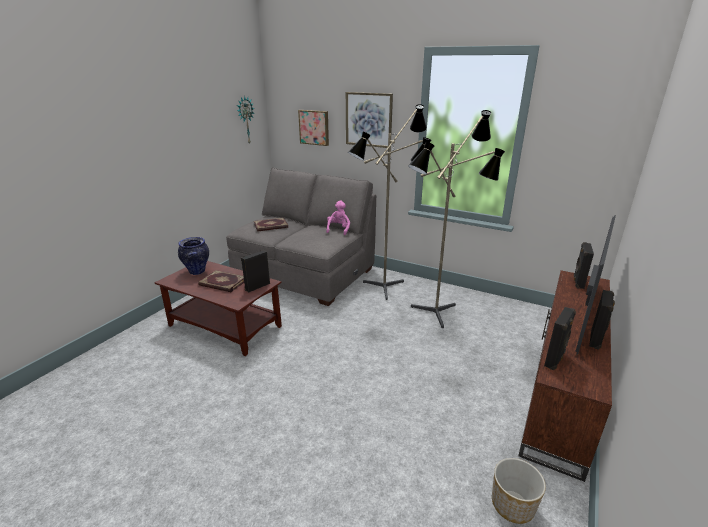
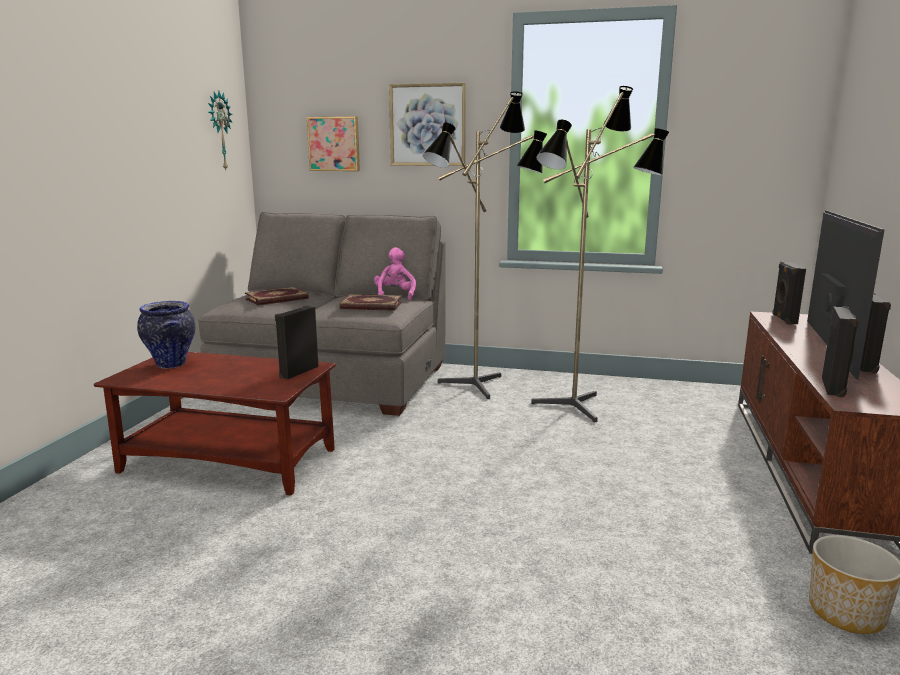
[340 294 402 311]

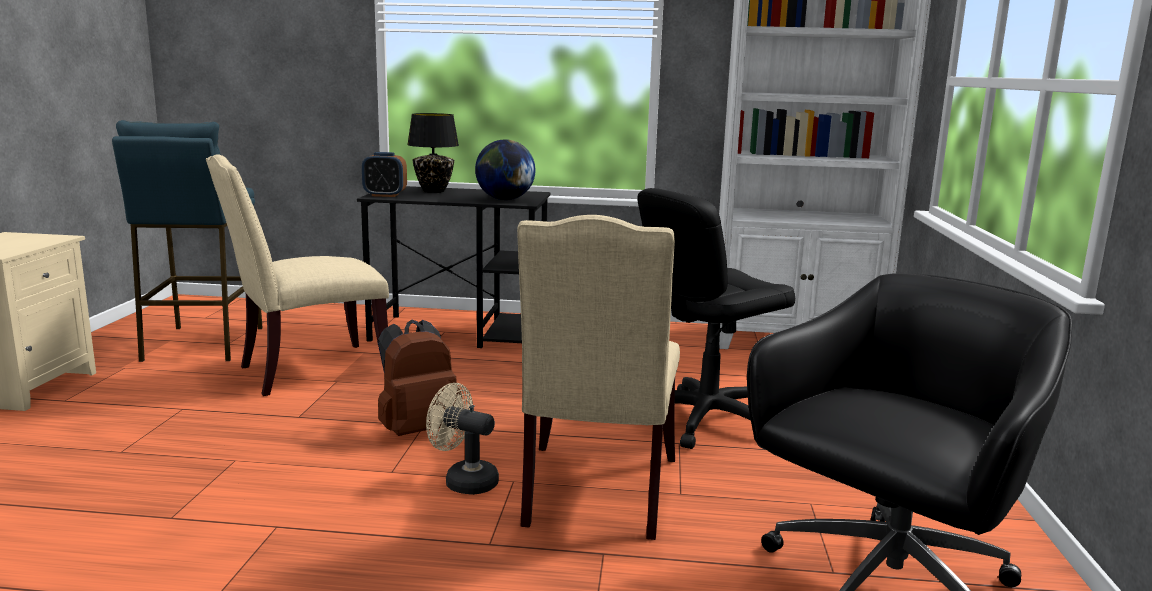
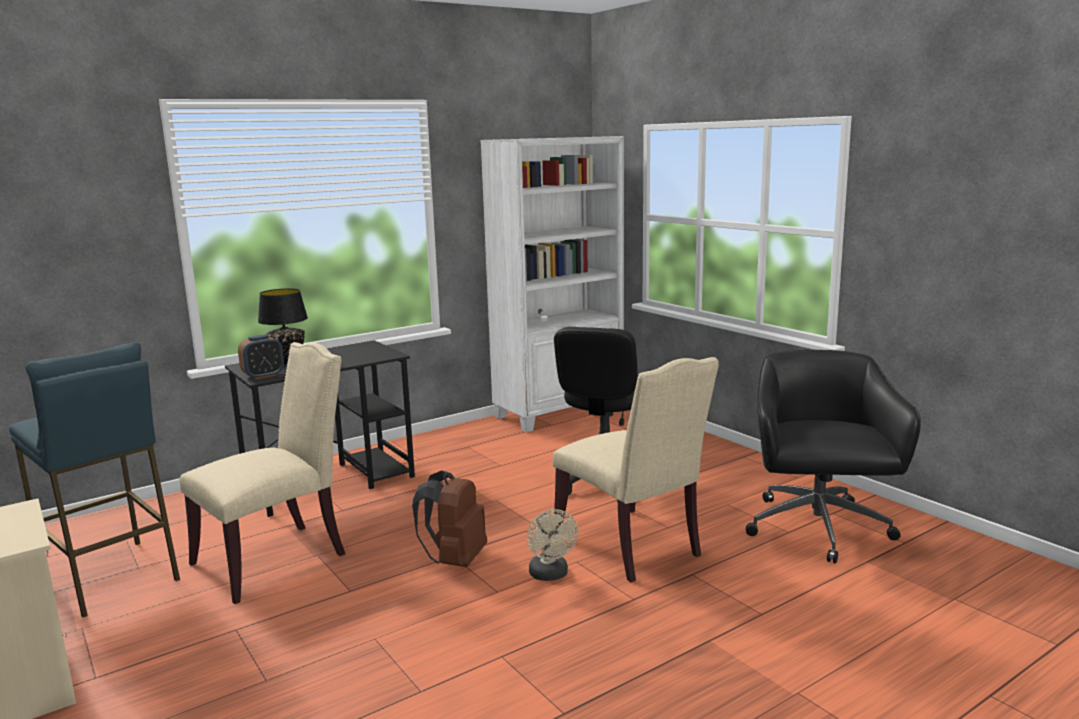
[475 139 535 200] (first image)
[180 342 345 604]
[527 509 578 581]

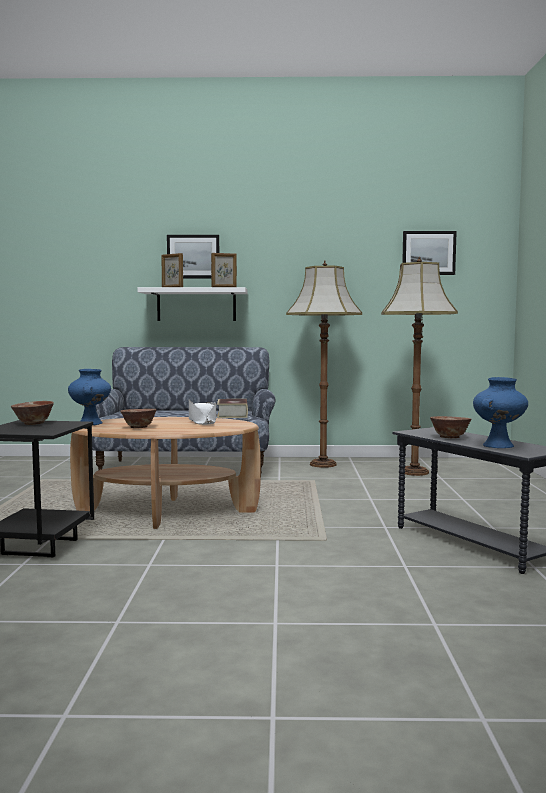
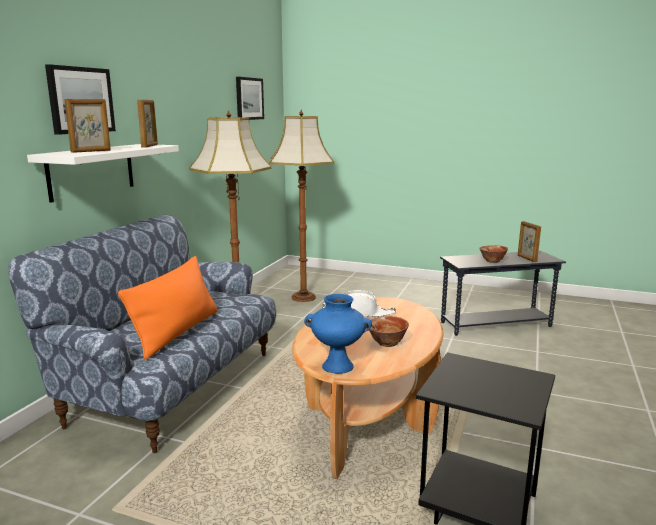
[518 221 541 262]
[217 399 248 418] (first image)
[11 401 54 425] (first image)
[118 256 217 360]

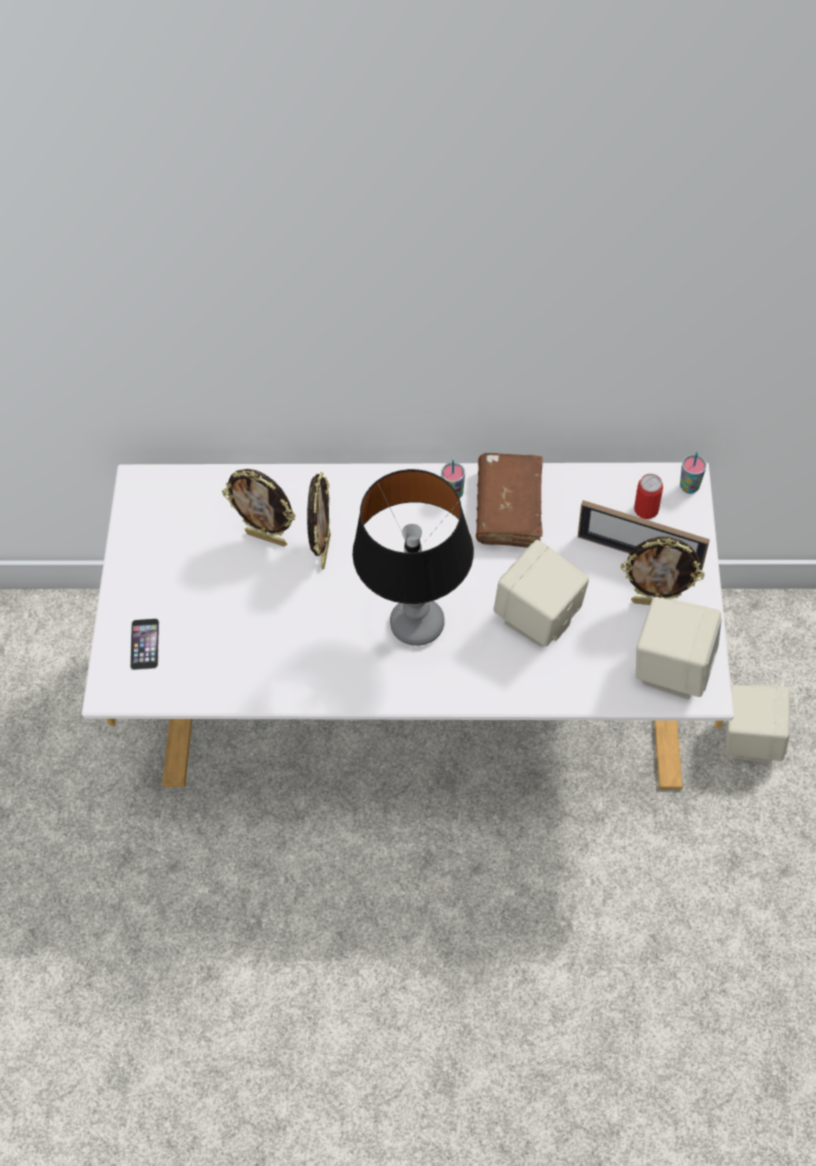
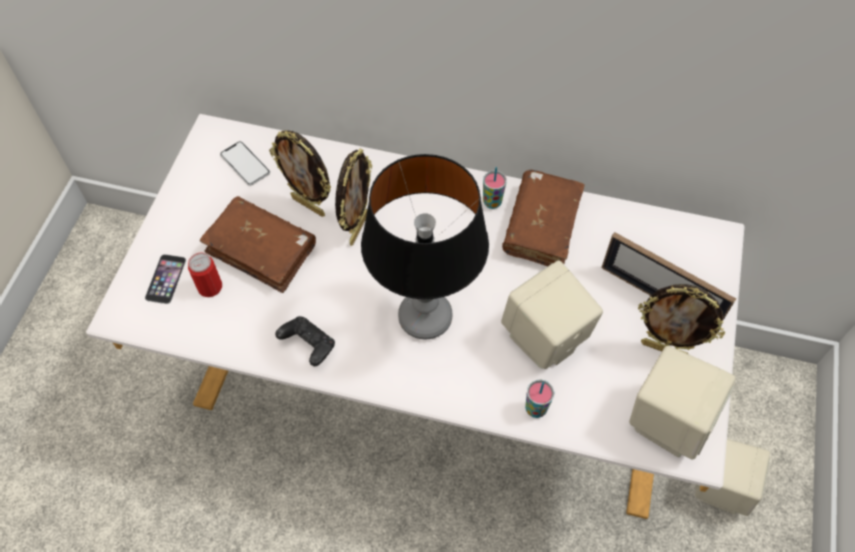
[525 380 554 418]
[188 253 222 297]
[220 141 270 186]
[200 196 316 293]
[275 316 335 366]

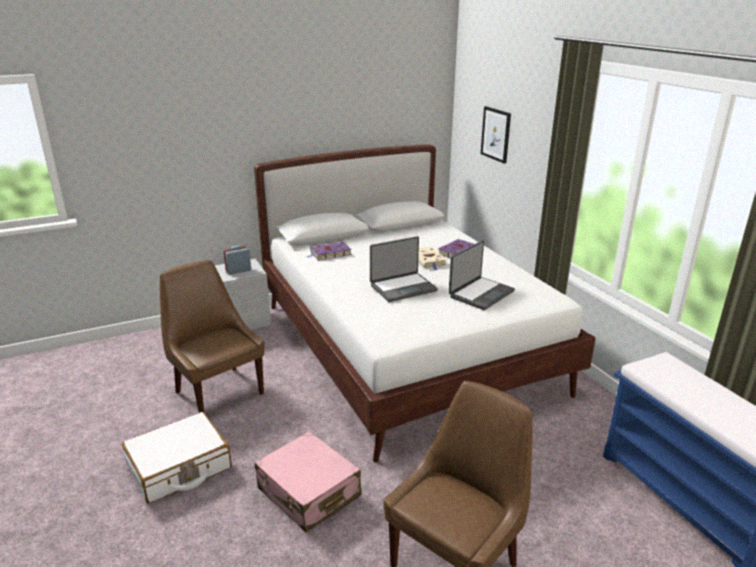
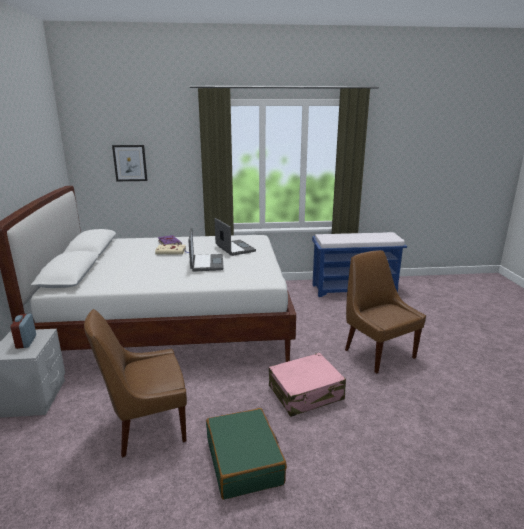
[306 242 351 260] (first image)
[206 408 287 500]

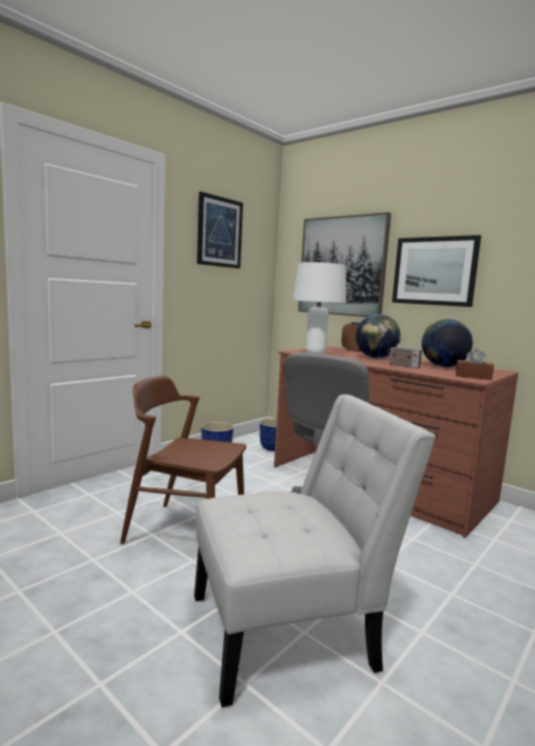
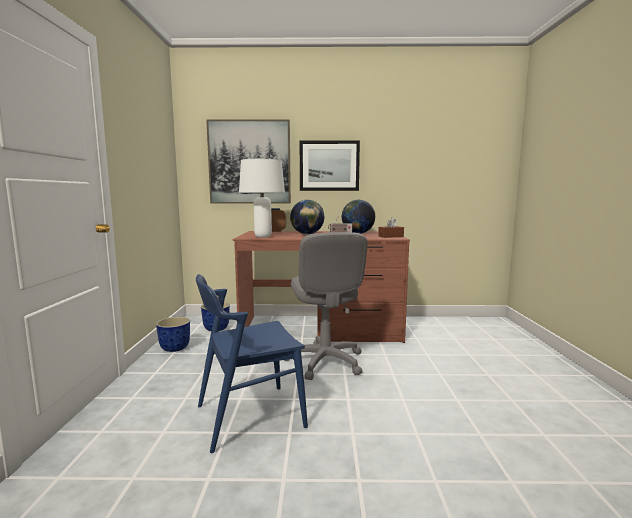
[197 192 243 269] (first image)
[196 274 308 453]
[194 394 436 707] (first image)

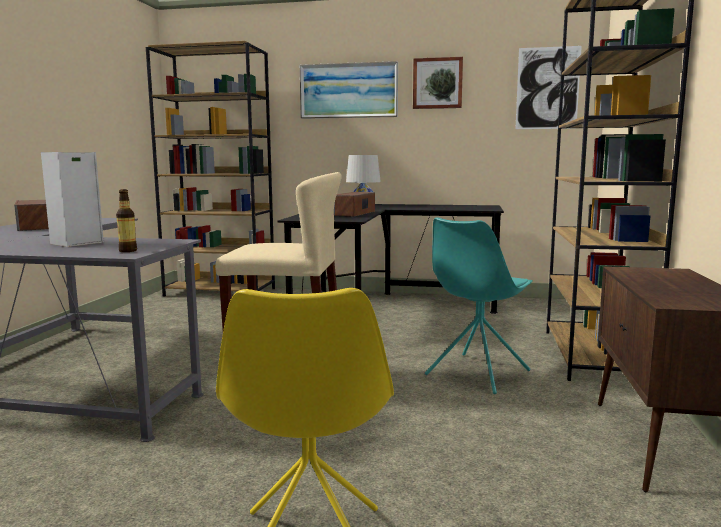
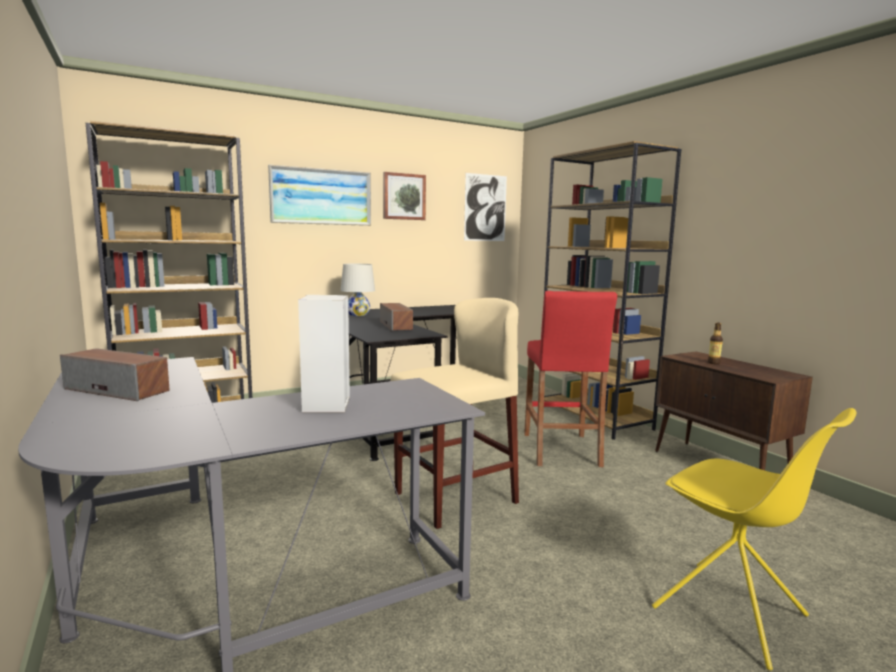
[708 323 723 364]
[524 291 617 467]

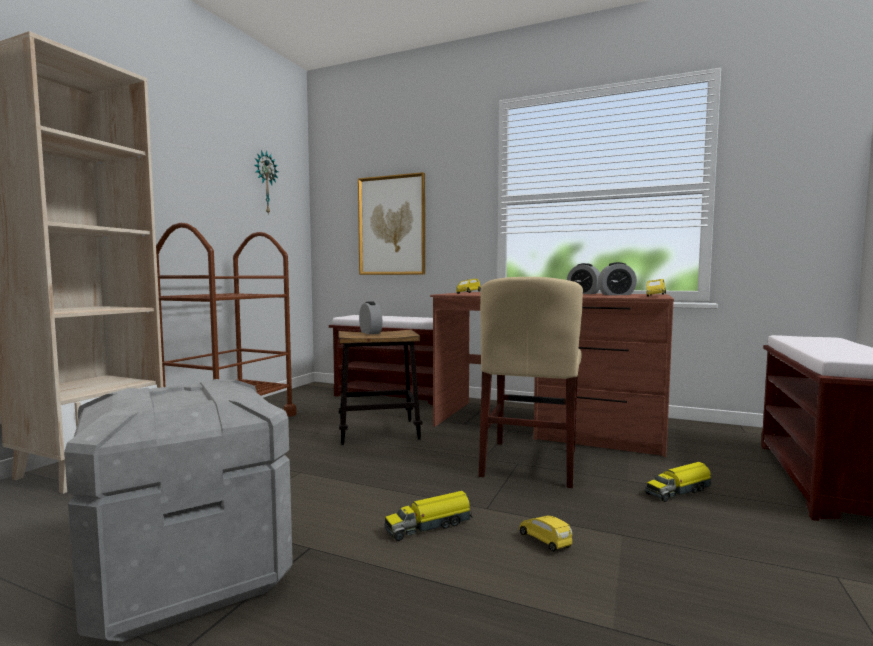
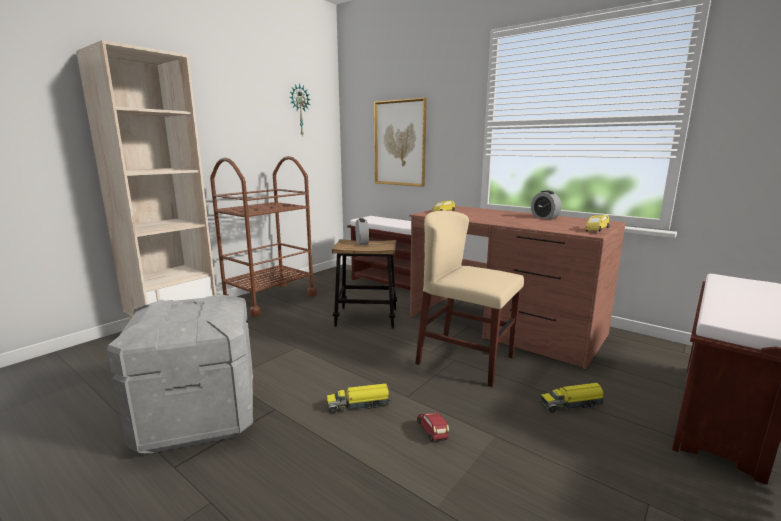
[598 262 637 295] (first image)
[415 211 524 387]
[417 413 449 442]

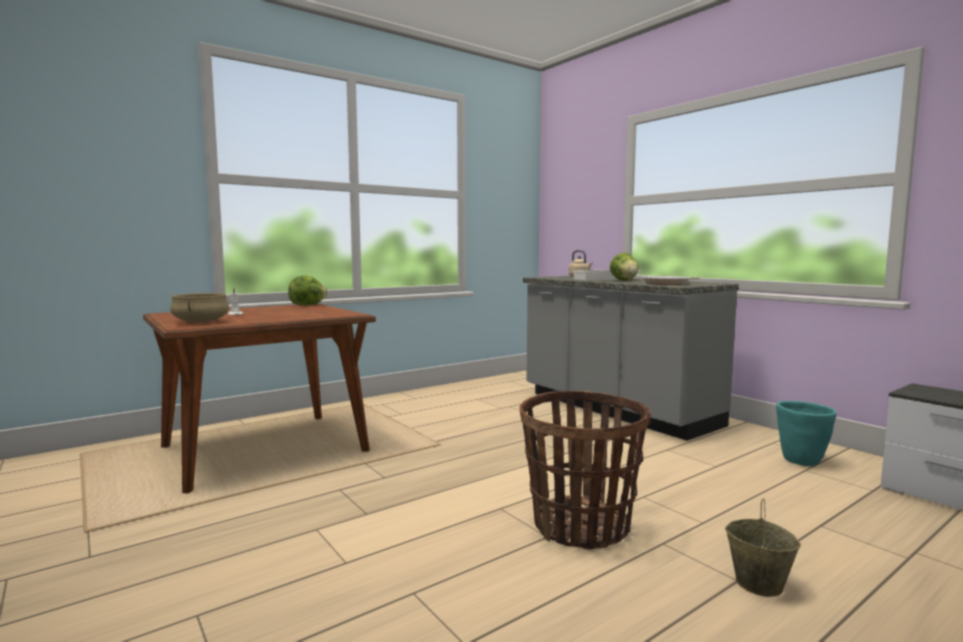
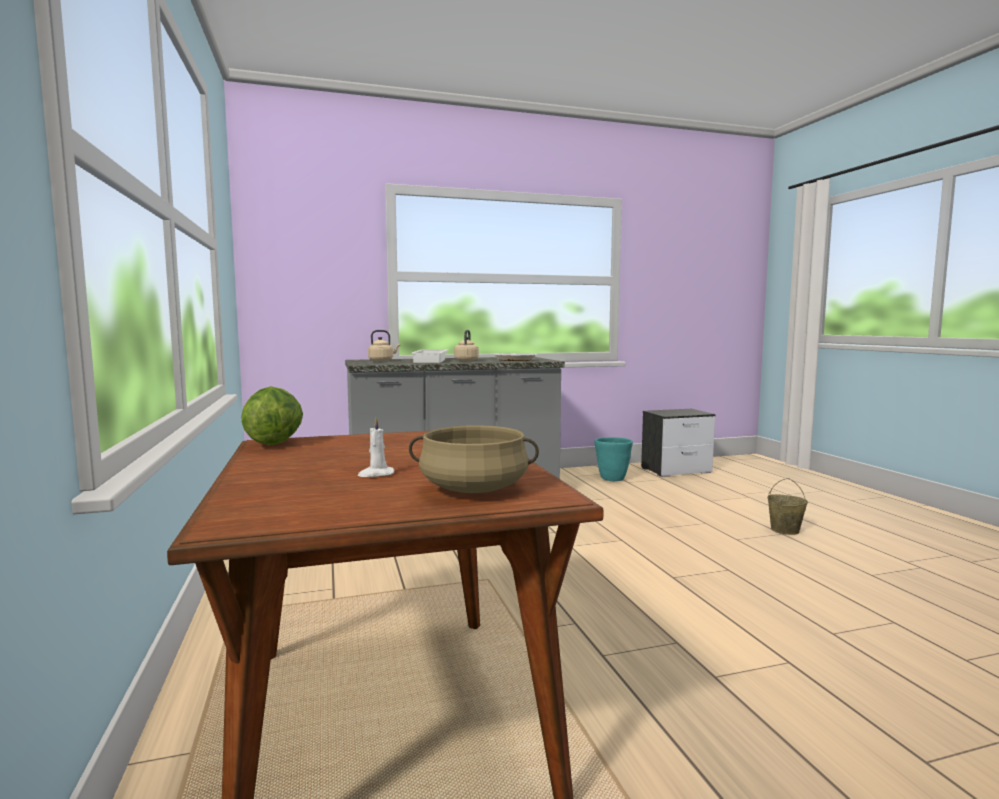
[454 330 479 361]
[520 391 651 549] (first image)

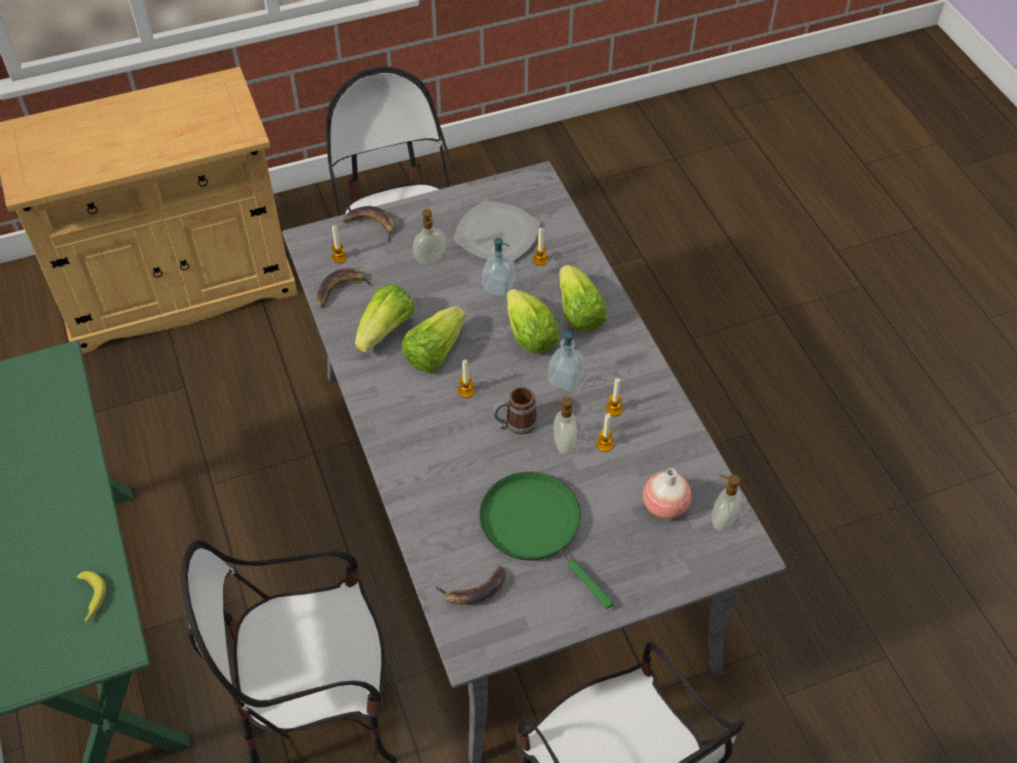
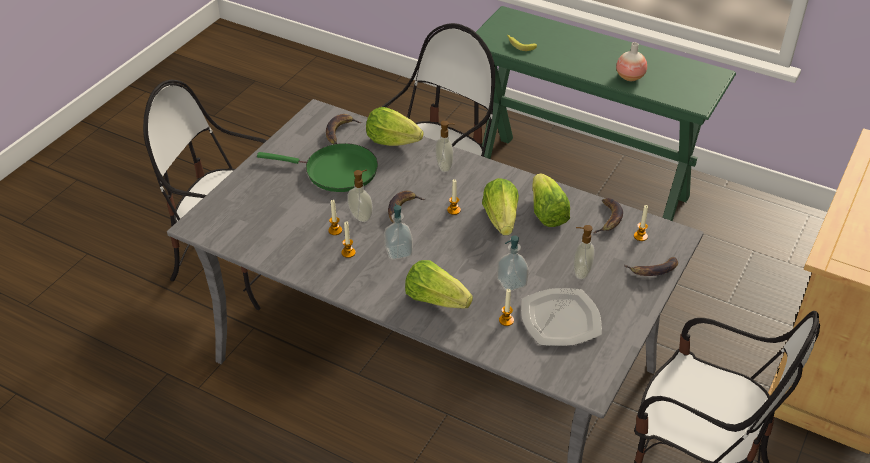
[366 107 424 146]
[388 191 425 223]
[616 42 647 81]
[435 121 455 172]

